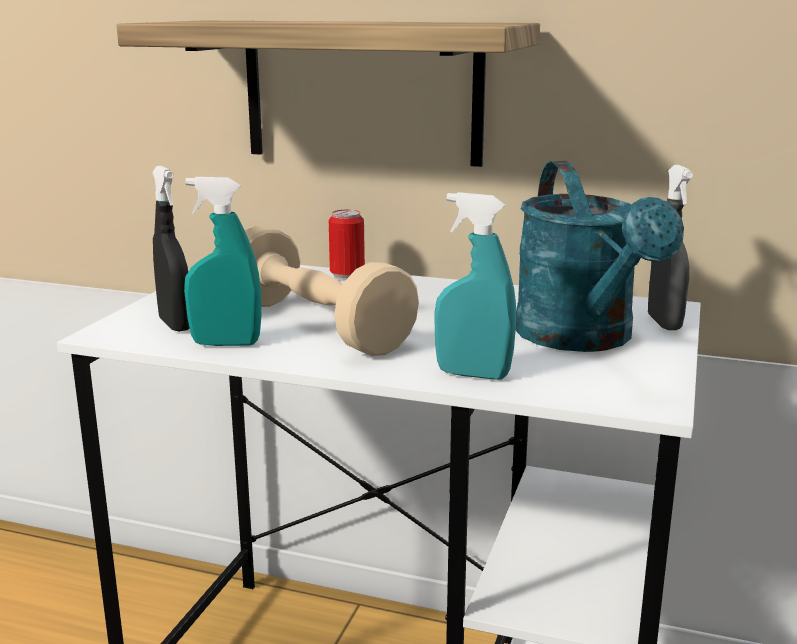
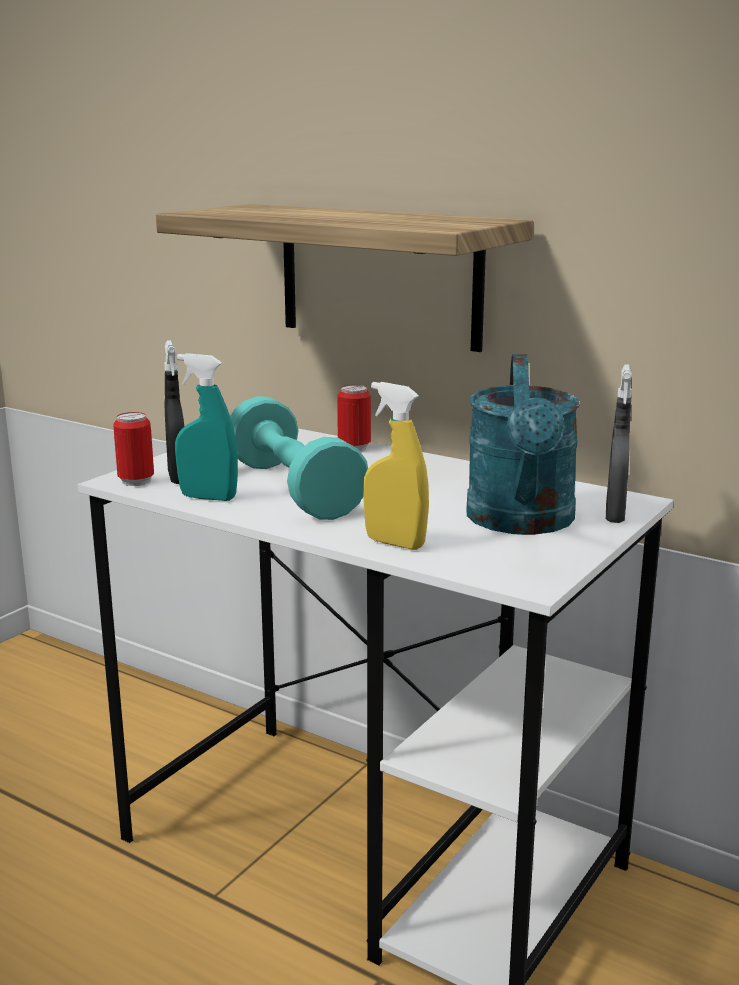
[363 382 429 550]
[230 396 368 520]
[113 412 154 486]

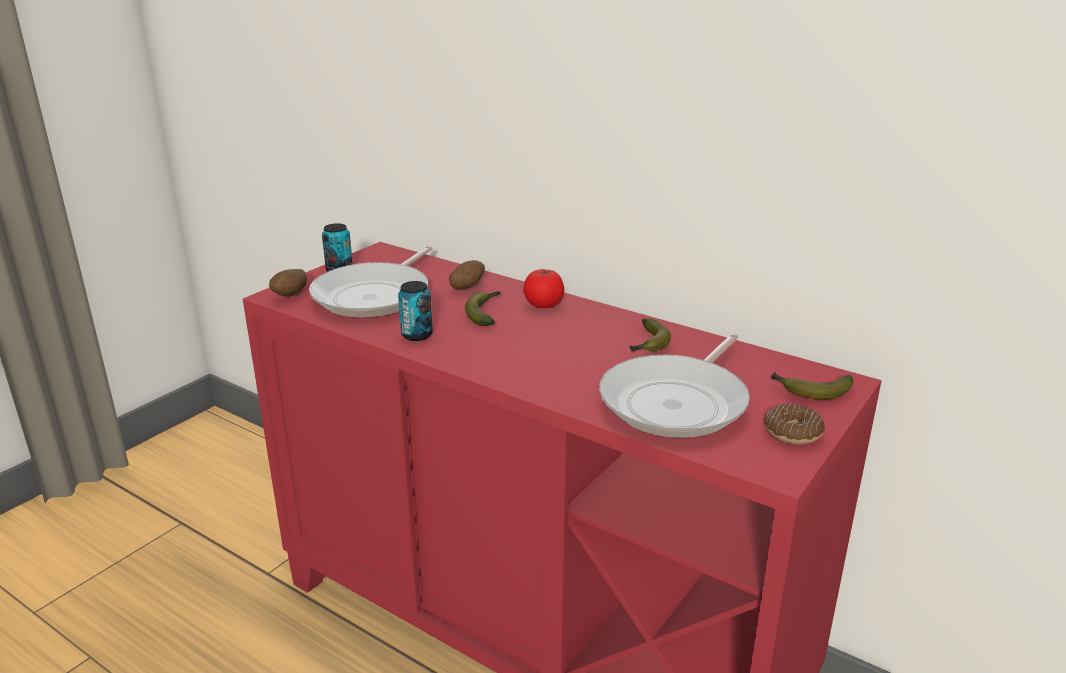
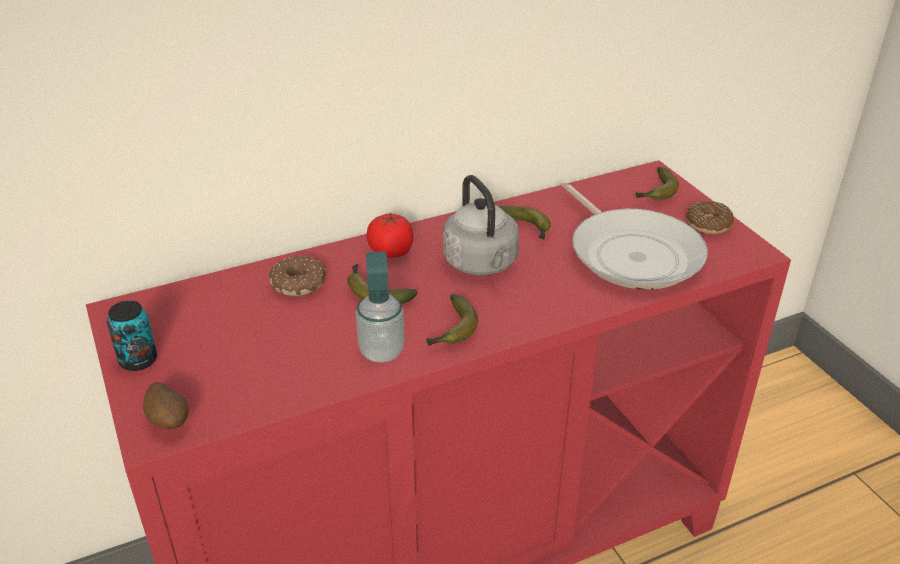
[309 246 433 318] (first image)
[269 255 326 296]
[356 251 405 363]
[443 175 519 275]
[426 294 478 346]

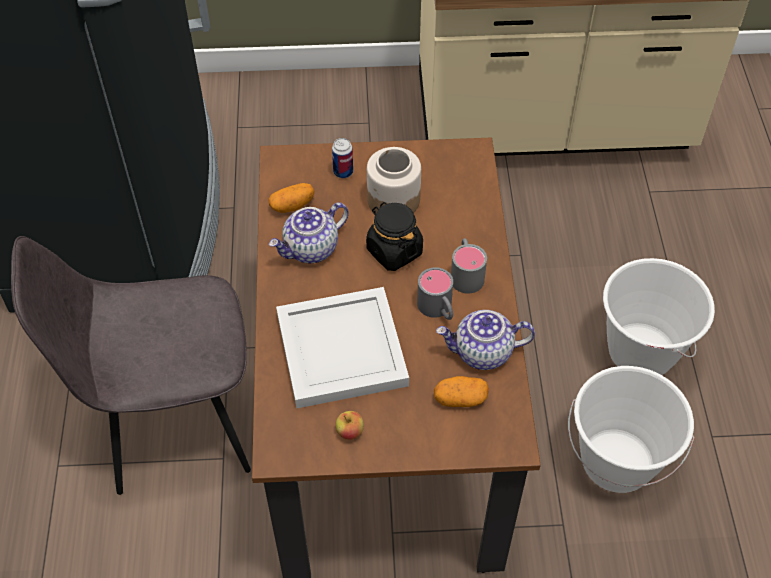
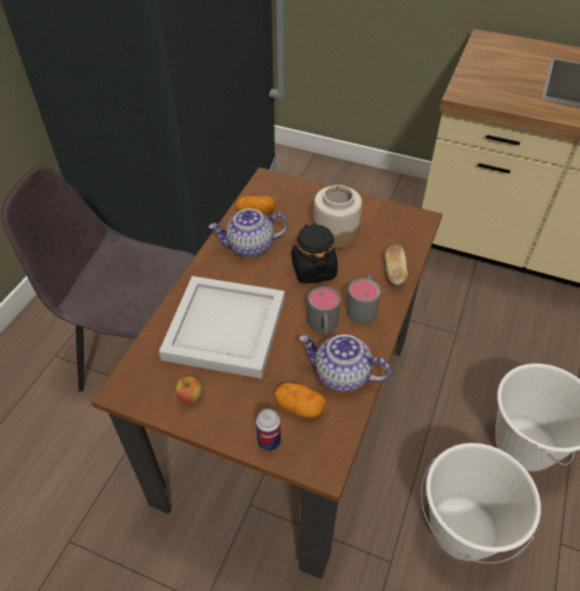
[256 409 281 451]
[385 244 408 285]

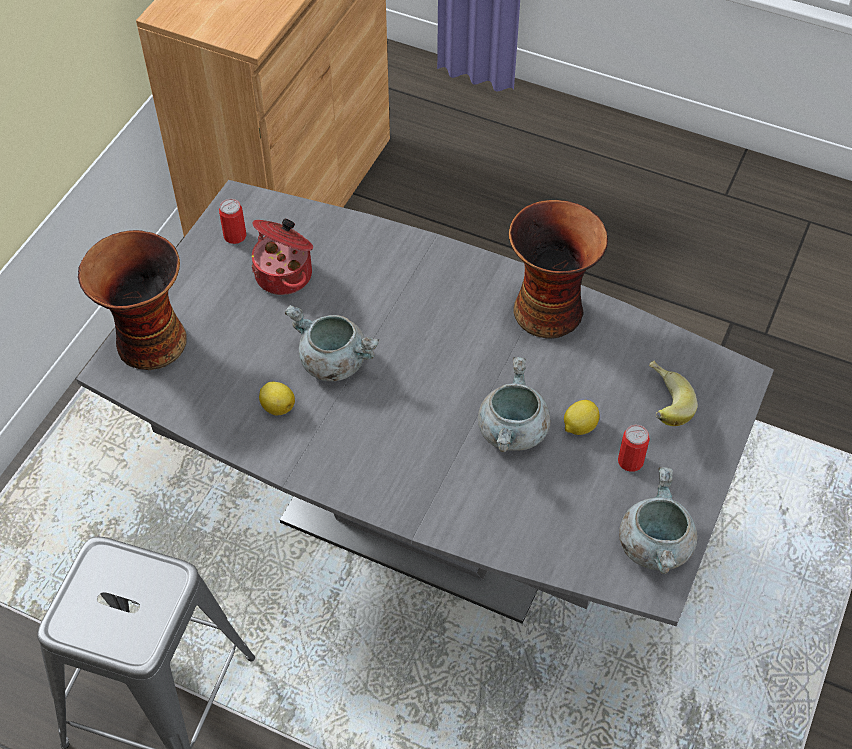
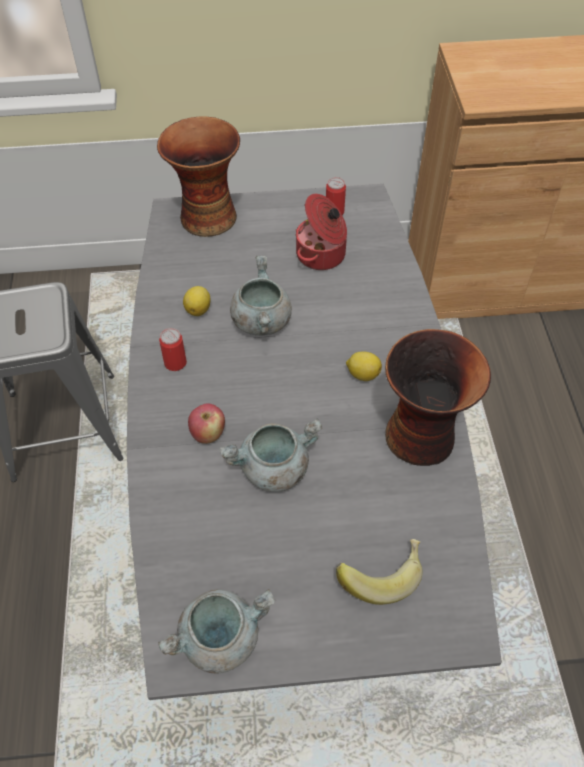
[346 351 382 381]
[159 328 187 371]
[188 403 225 444]

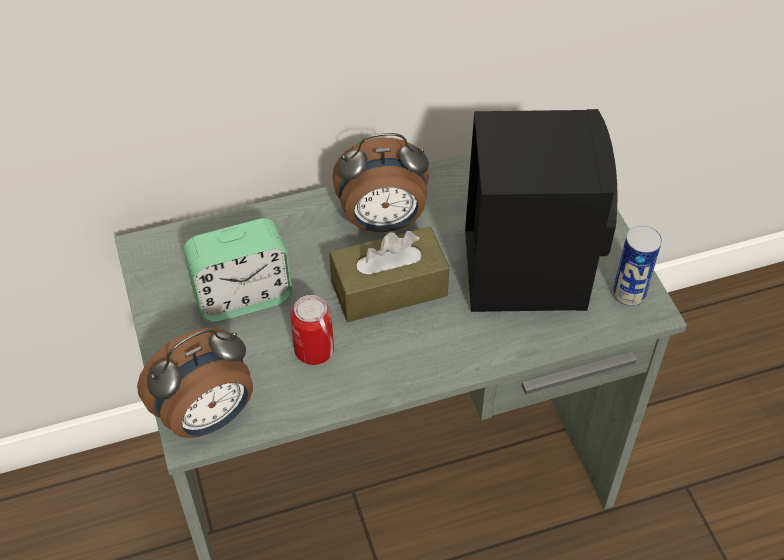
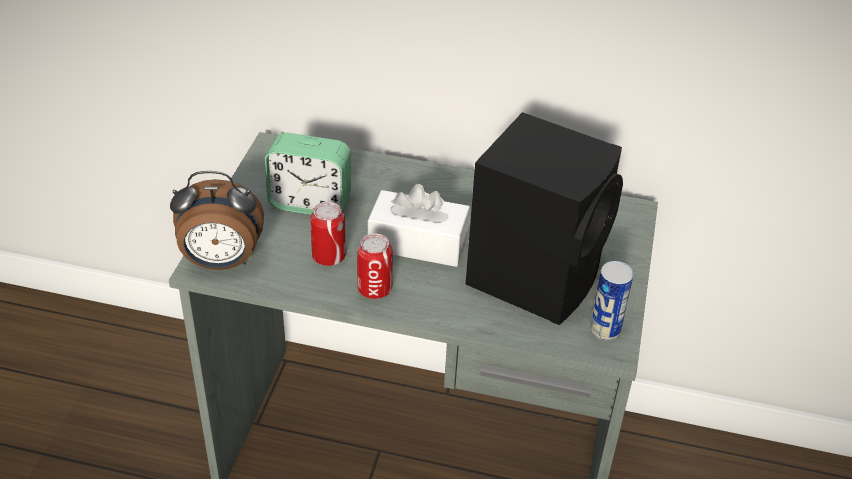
[333 133 429 232] (first image)
[368 184 470 267]
[357 233 392 299]

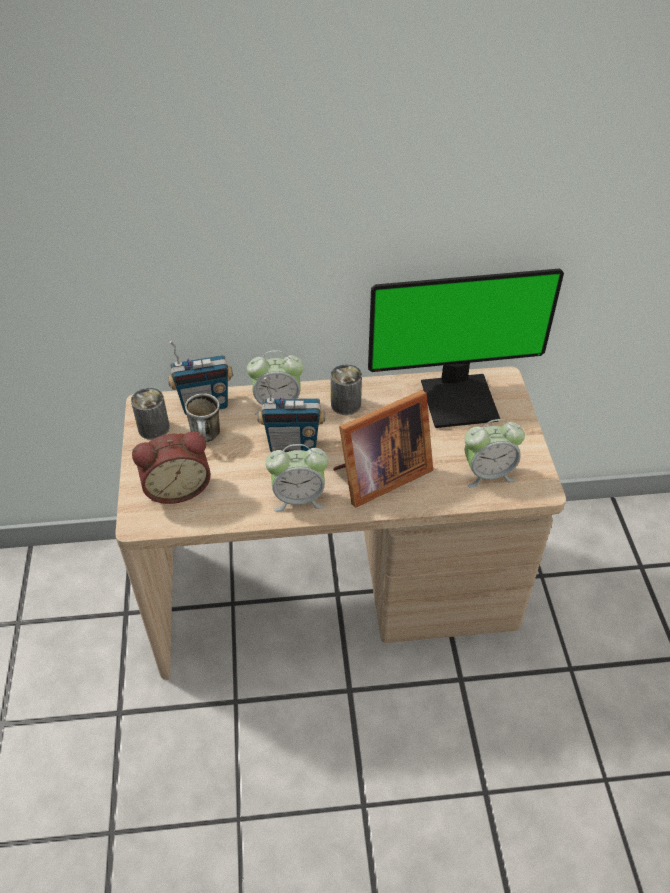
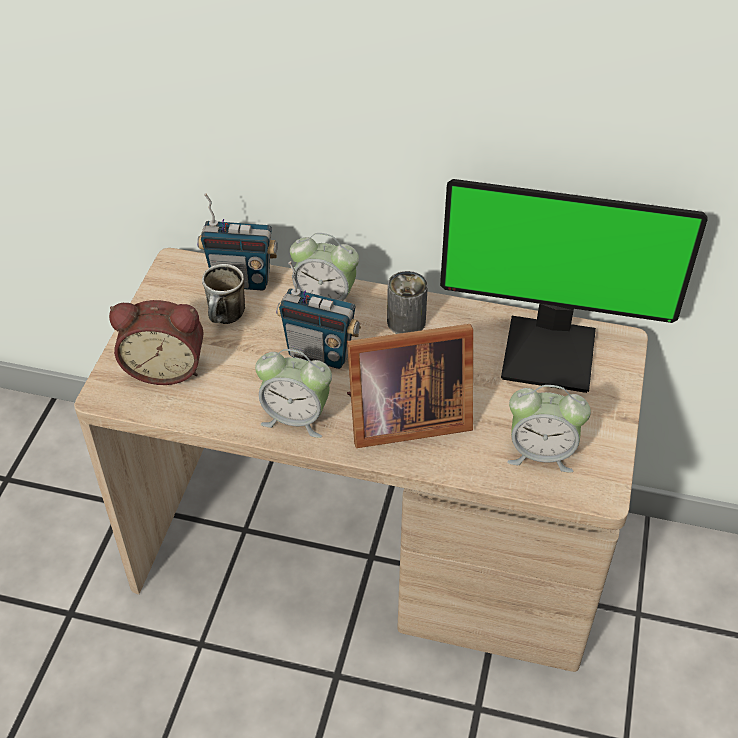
[131 388 170 440] (first image)

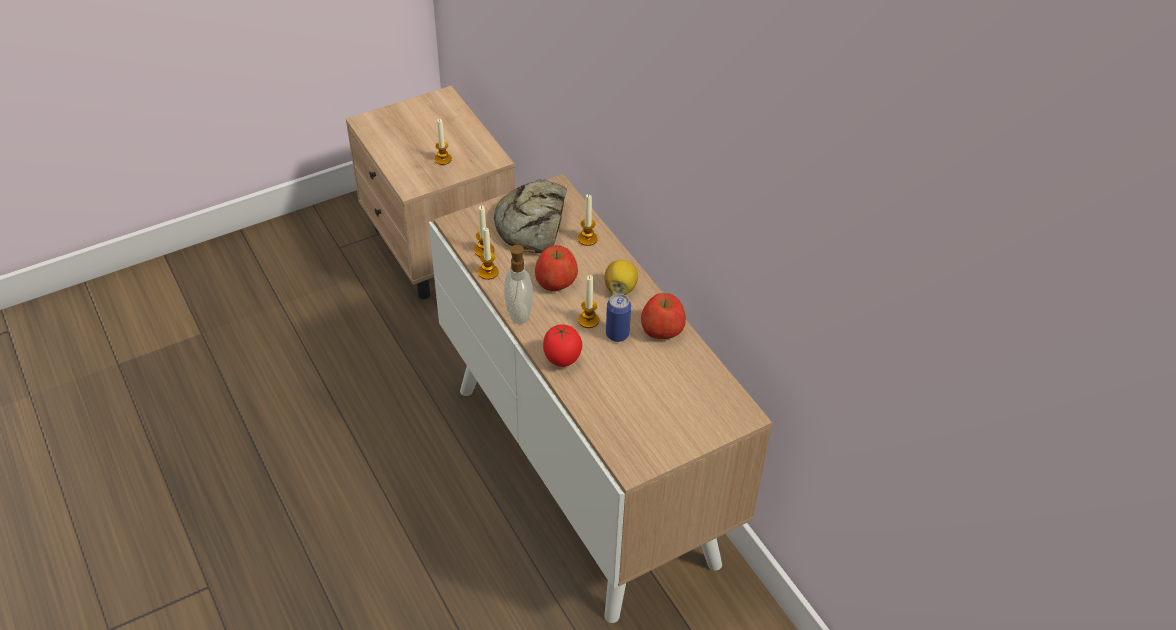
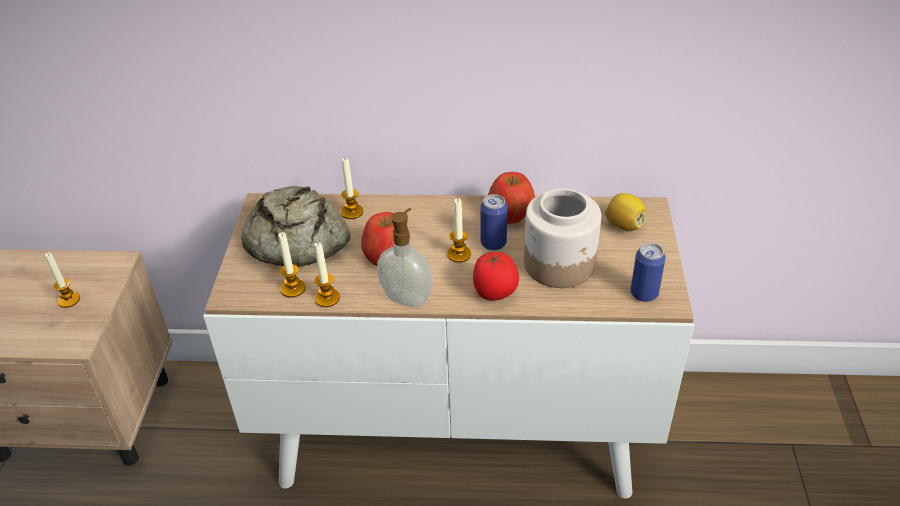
[605 193 647 231]
[524 188 601 288]
[631 243 666 302]

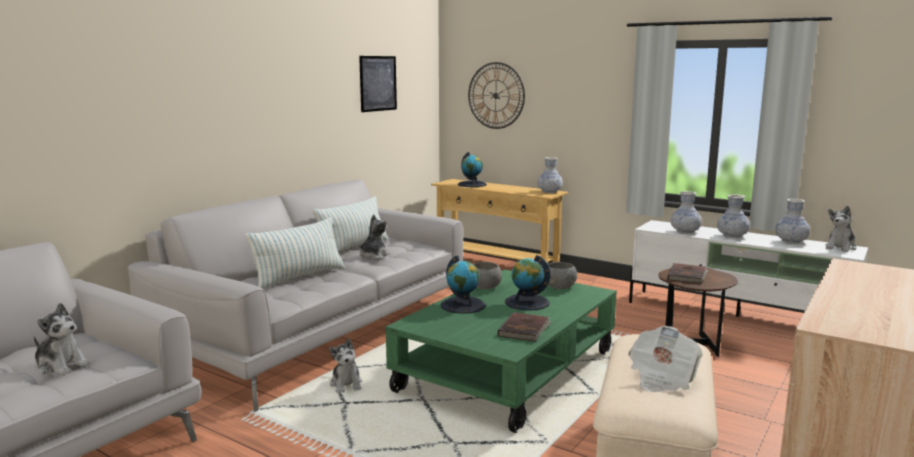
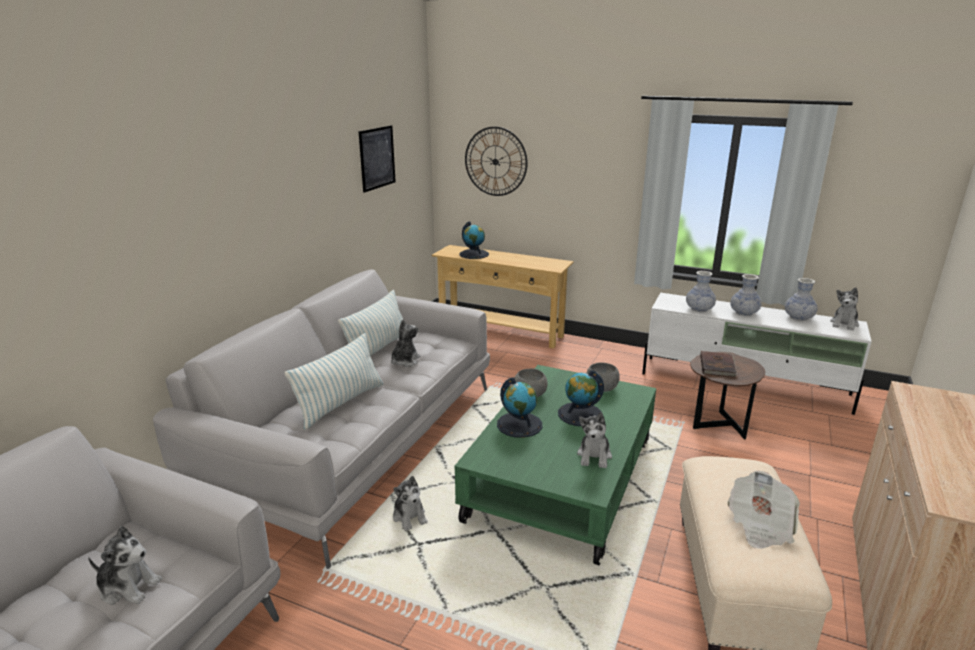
[537 157 563 193] (first image)
[577 412 612 468]

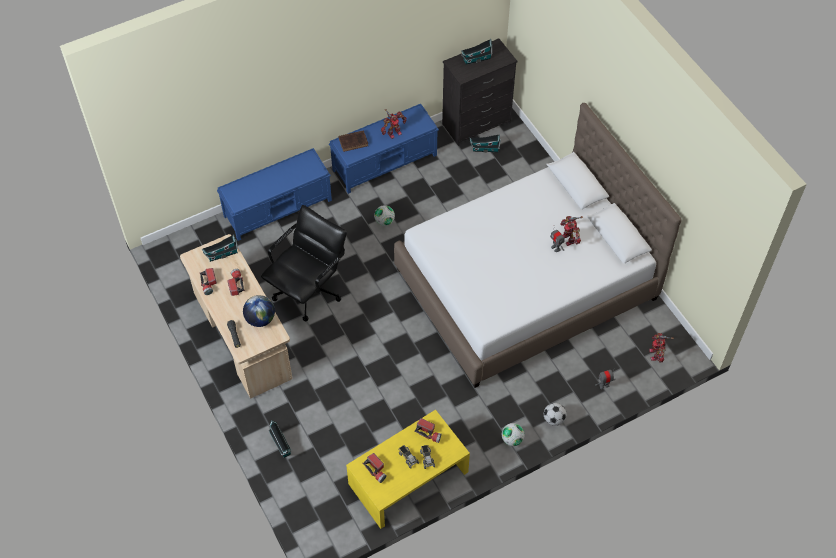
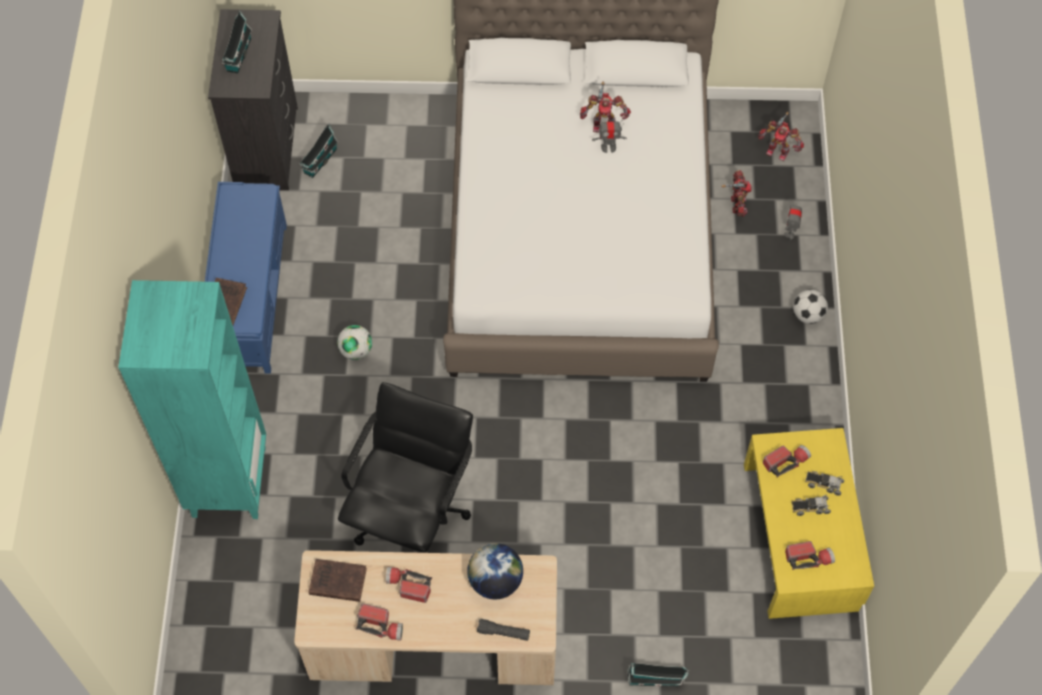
[721 170 752 217]
[118 280 266 519]
[338 382 473 553]
[309 559 367 602]
[502 423 525 446] (first image)

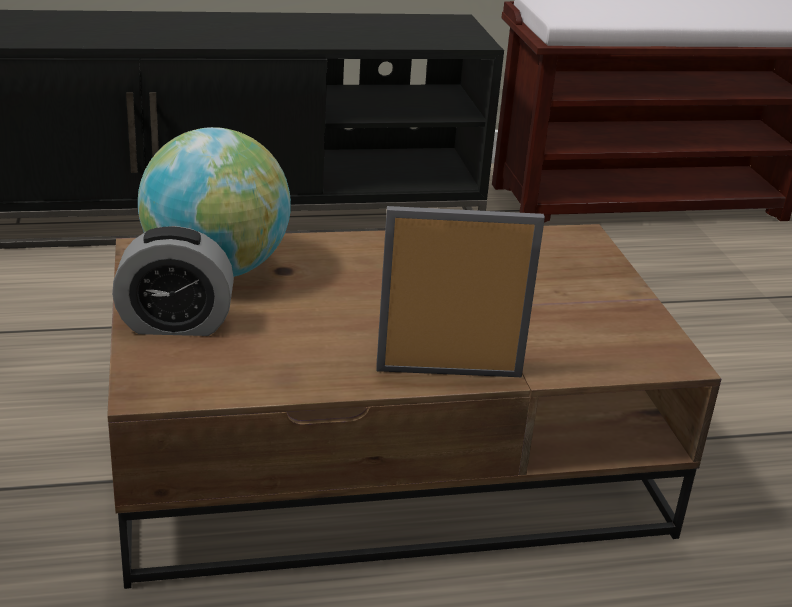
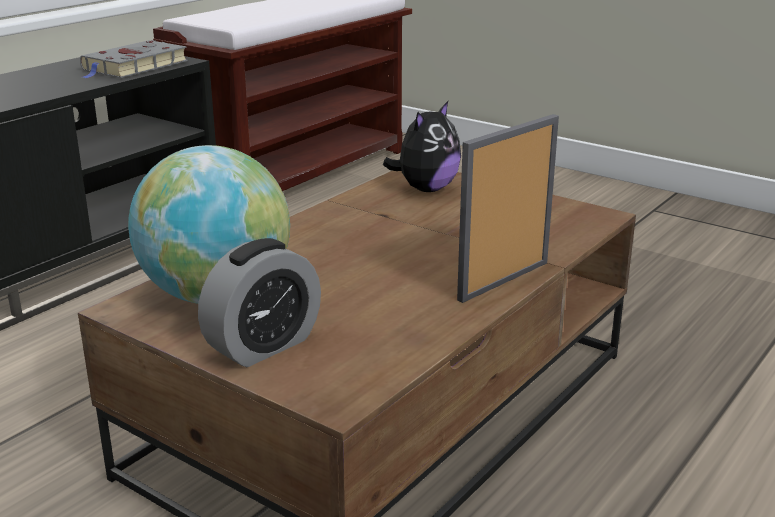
[80 40 188 79]
[383 101 461 192]

